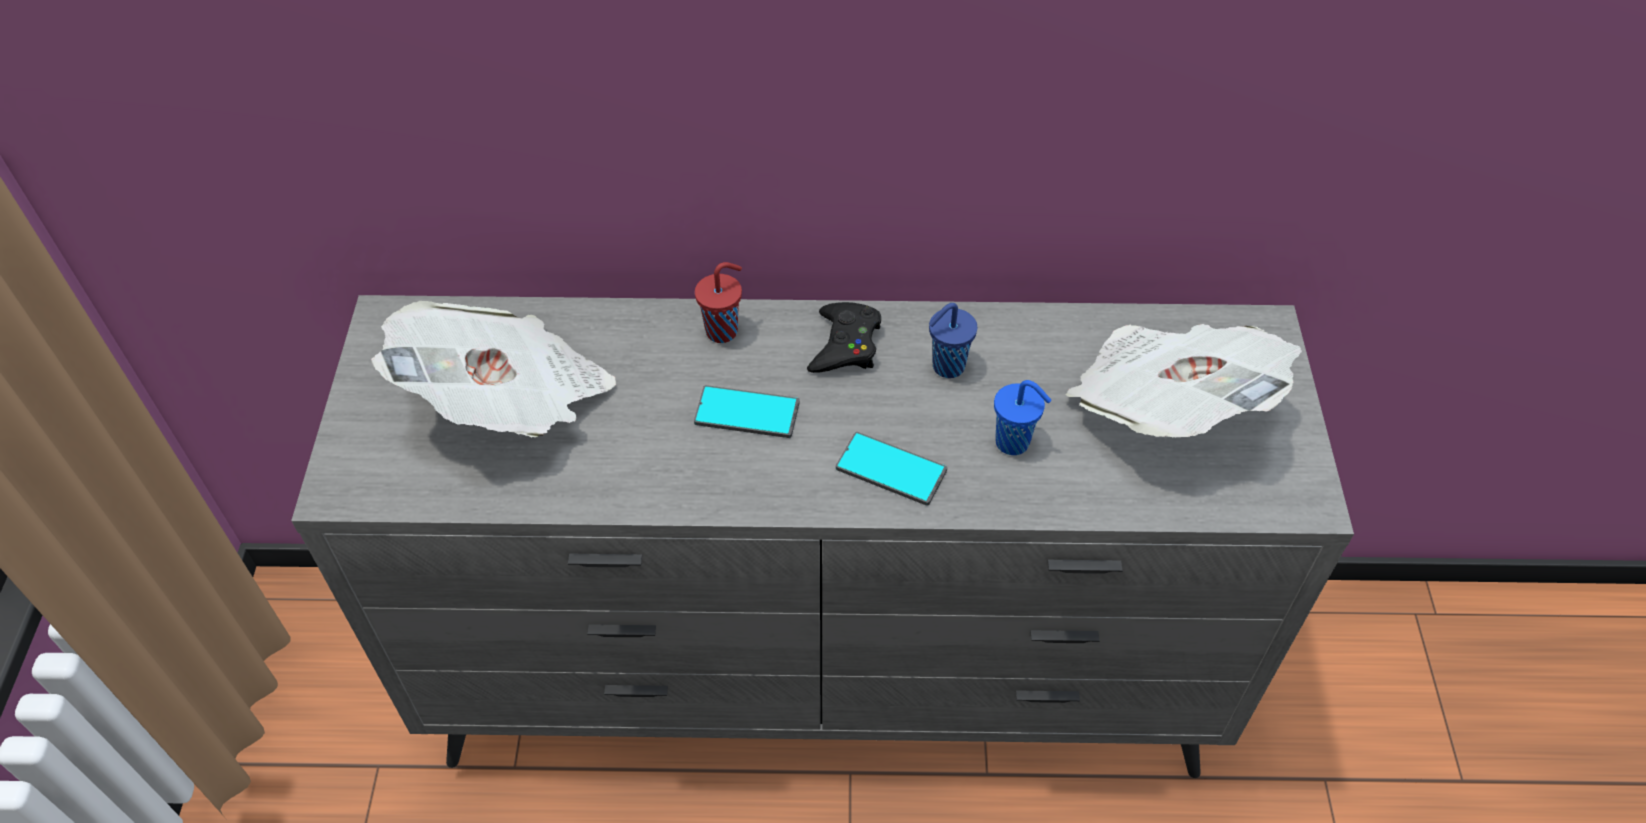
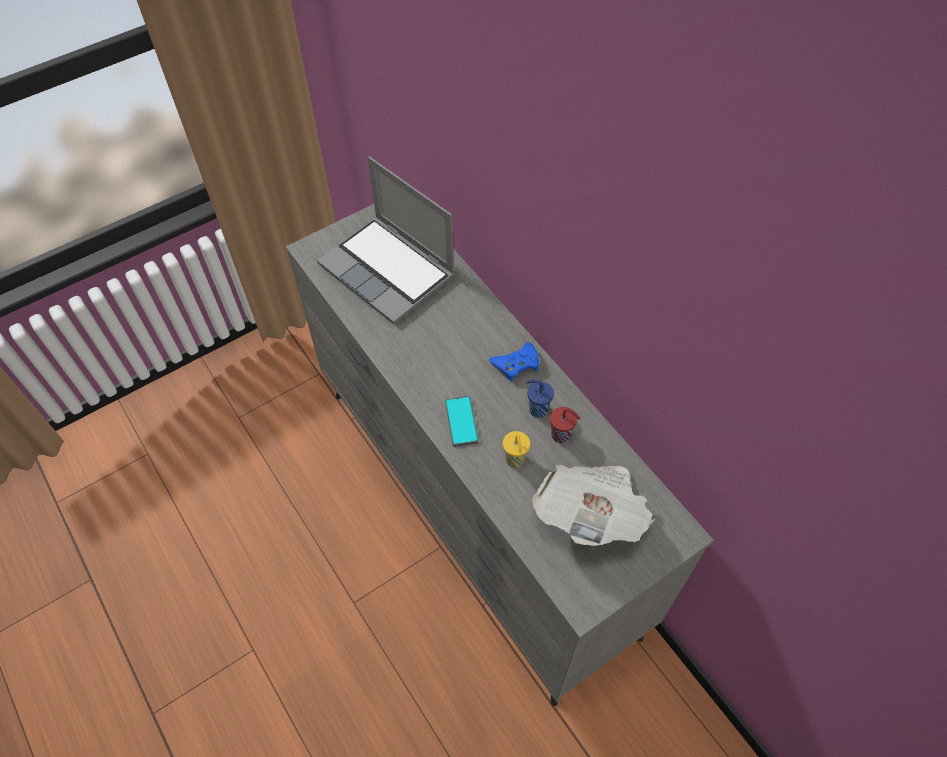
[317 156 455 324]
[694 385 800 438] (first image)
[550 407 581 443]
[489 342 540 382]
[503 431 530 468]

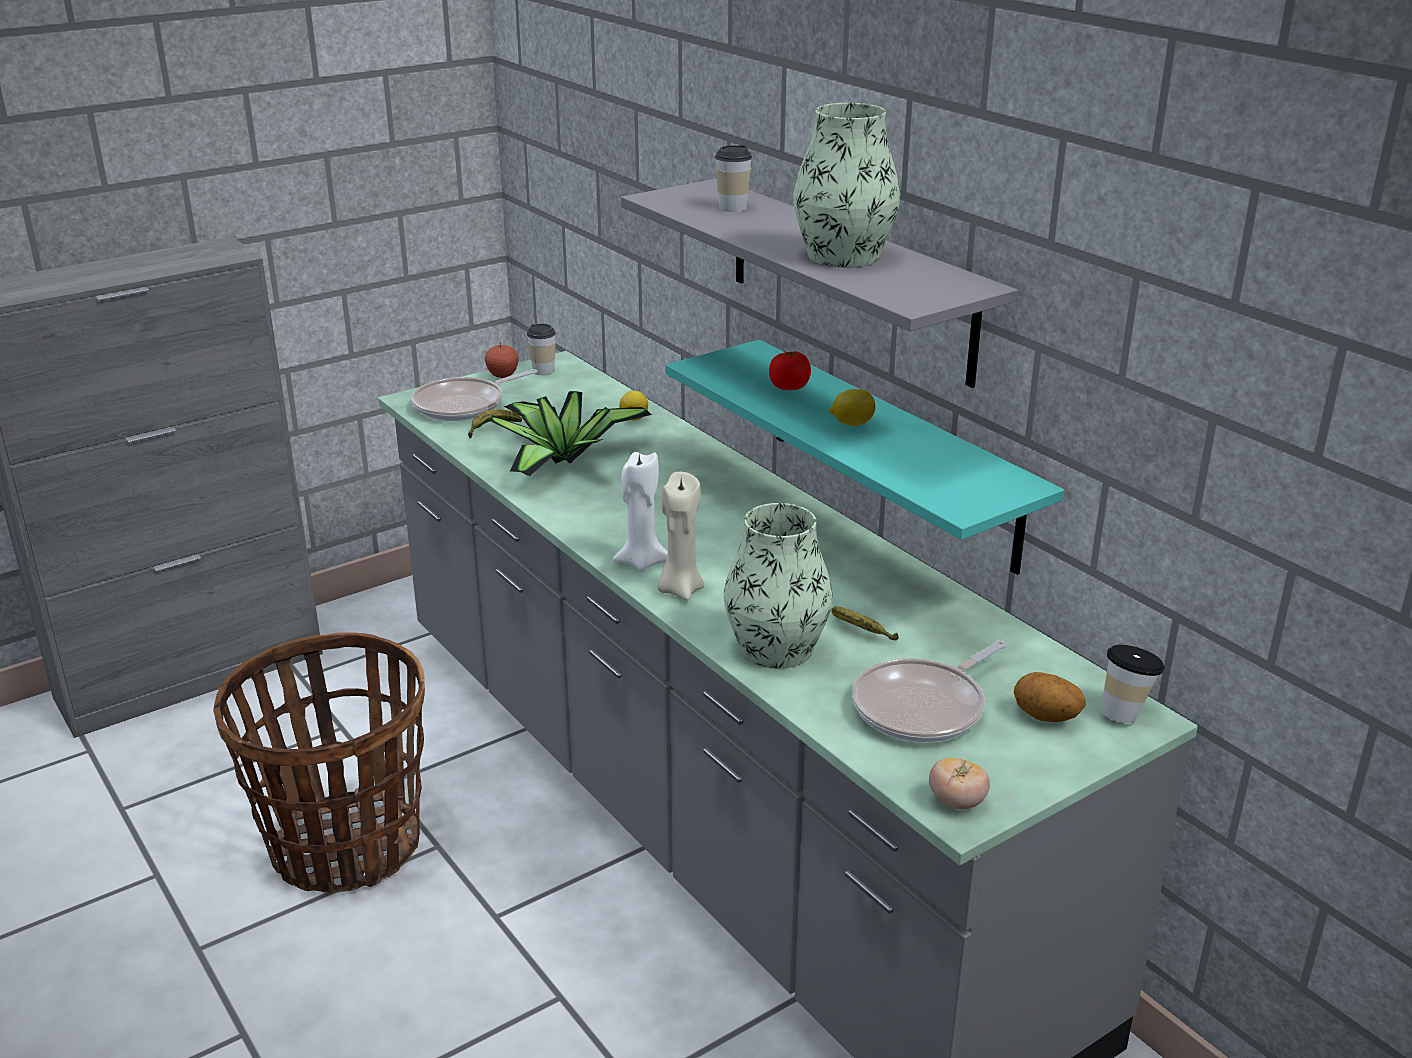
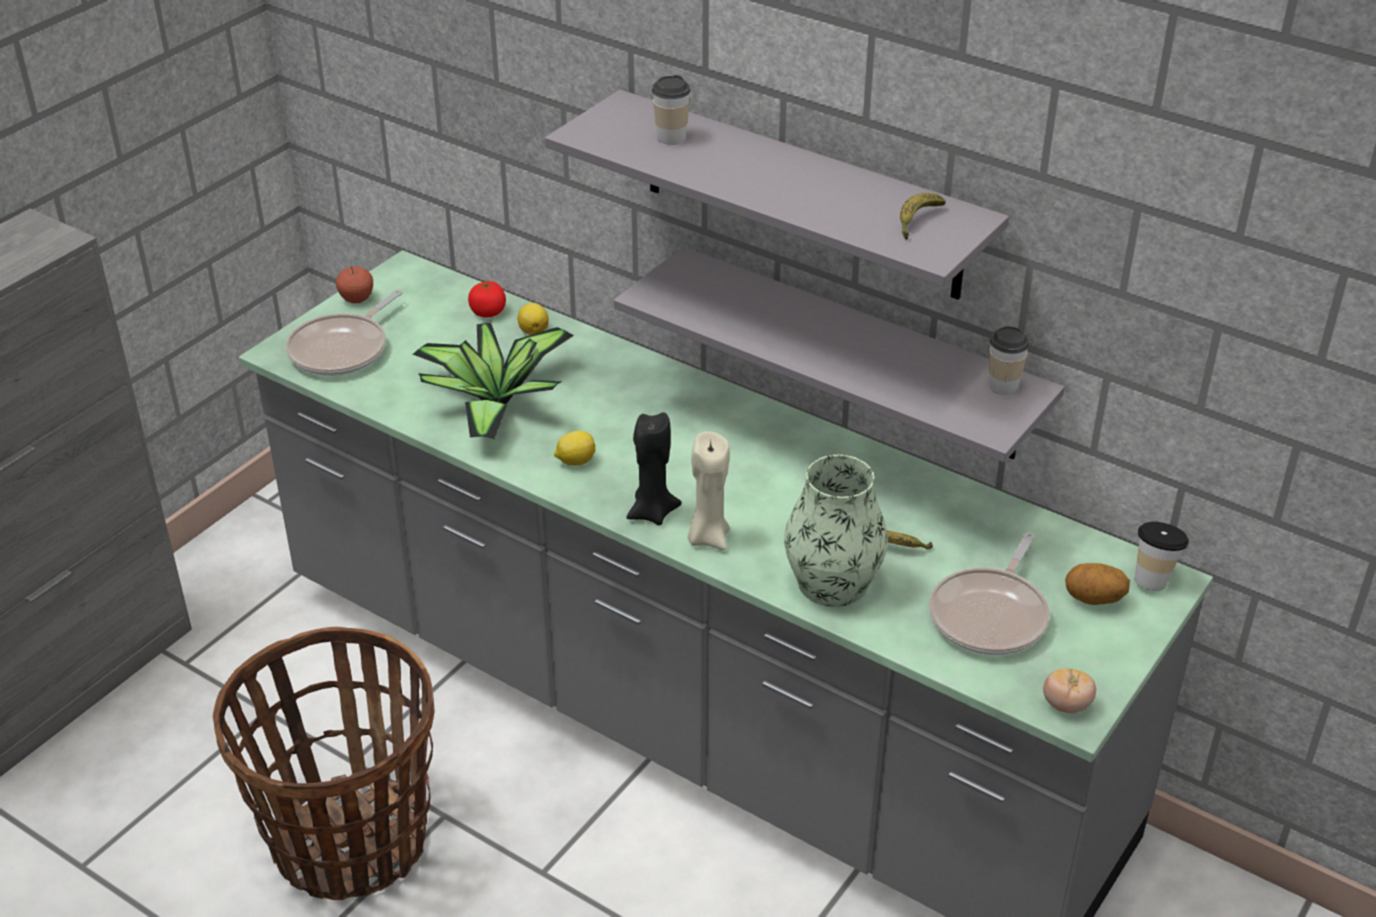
[900 193 946 240]
[989 326 1030 395]
[626 412 682 525]
[614 247 1065 462]
[468 280 506 318]
[793 103 900 267] (first image)
[554 431 595 466]

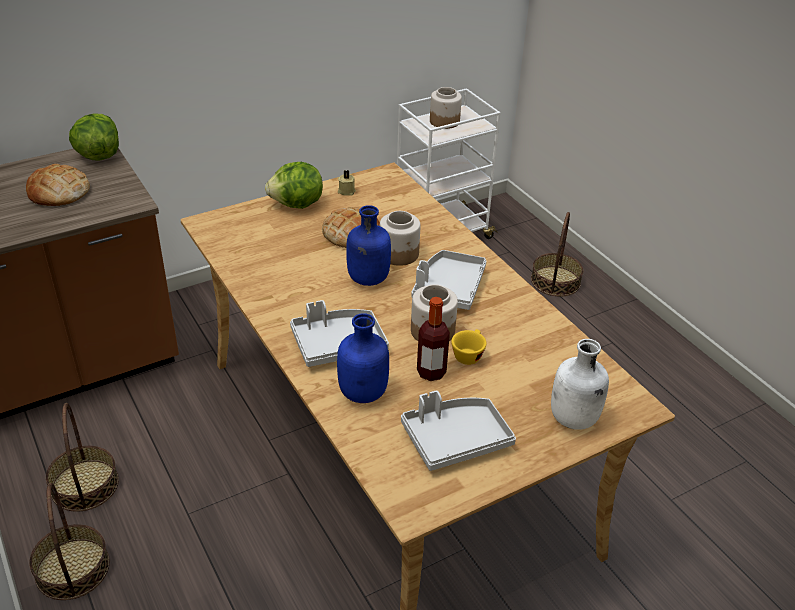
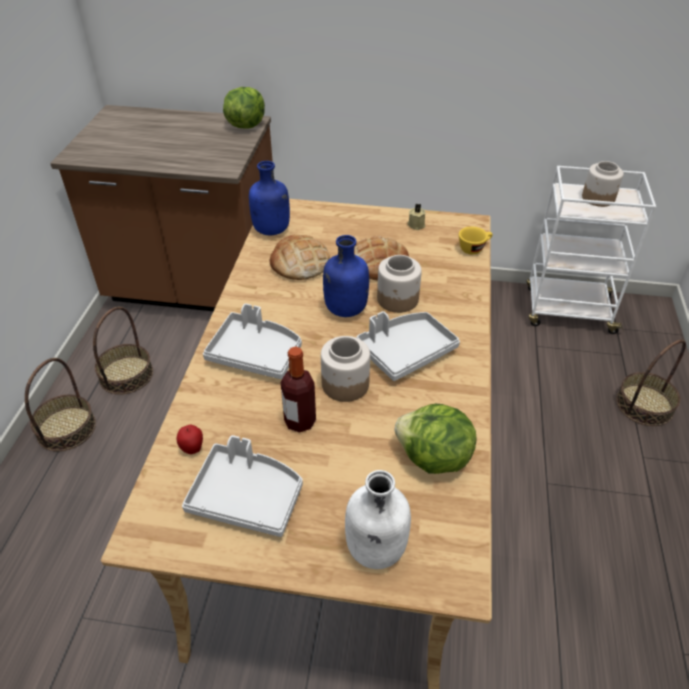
[270 235 330 280]
[394 404 477 474]
[249 161 290 235]
[459 227 493 255]
[177 425 203 454]

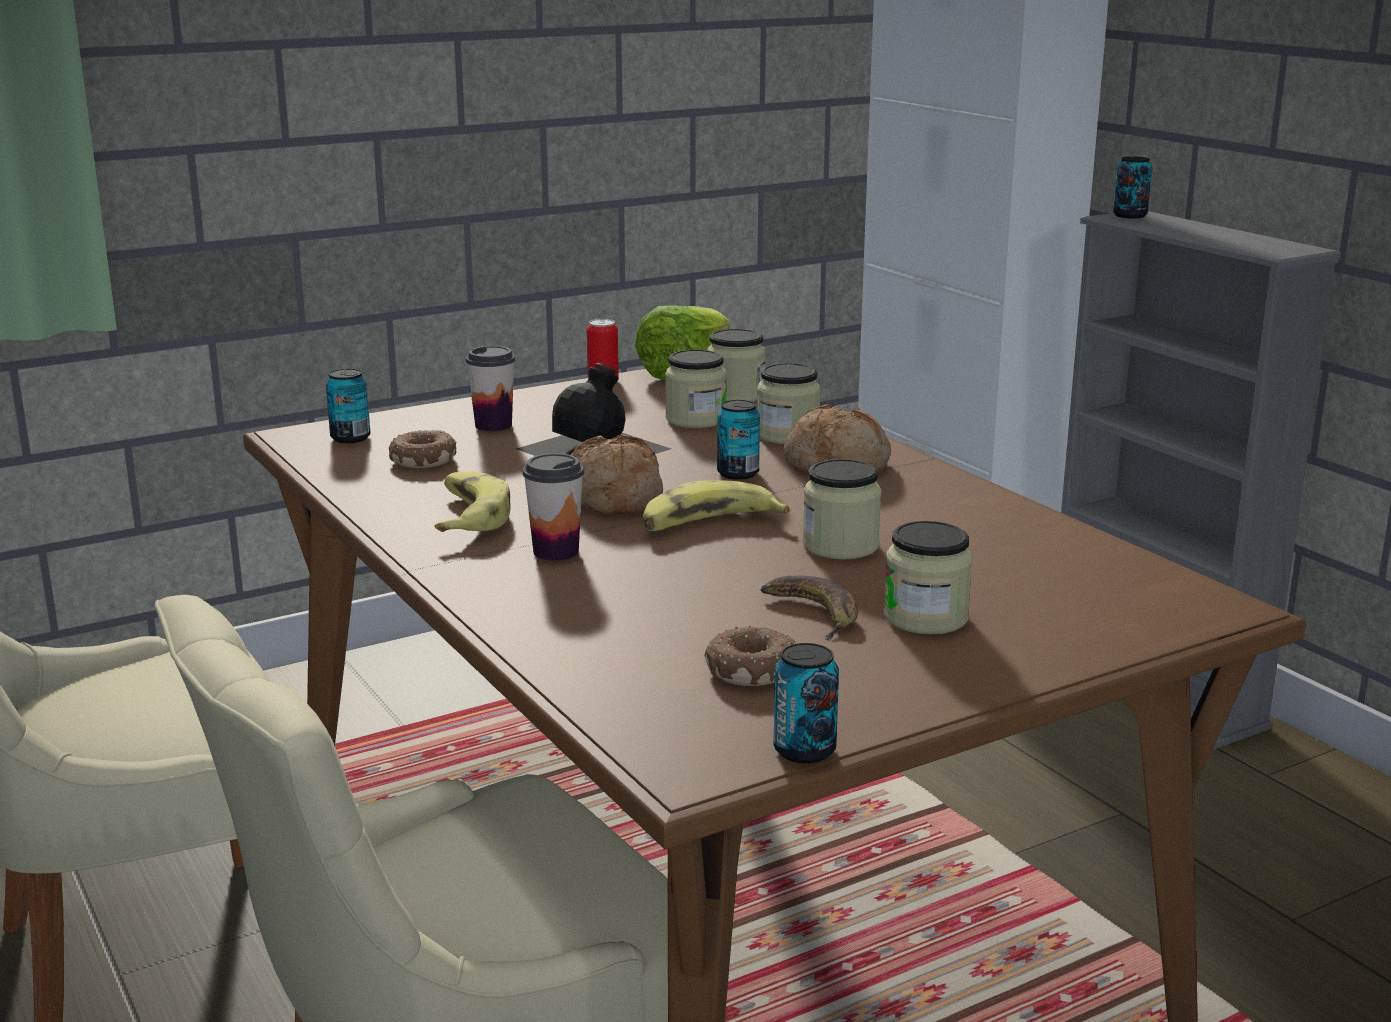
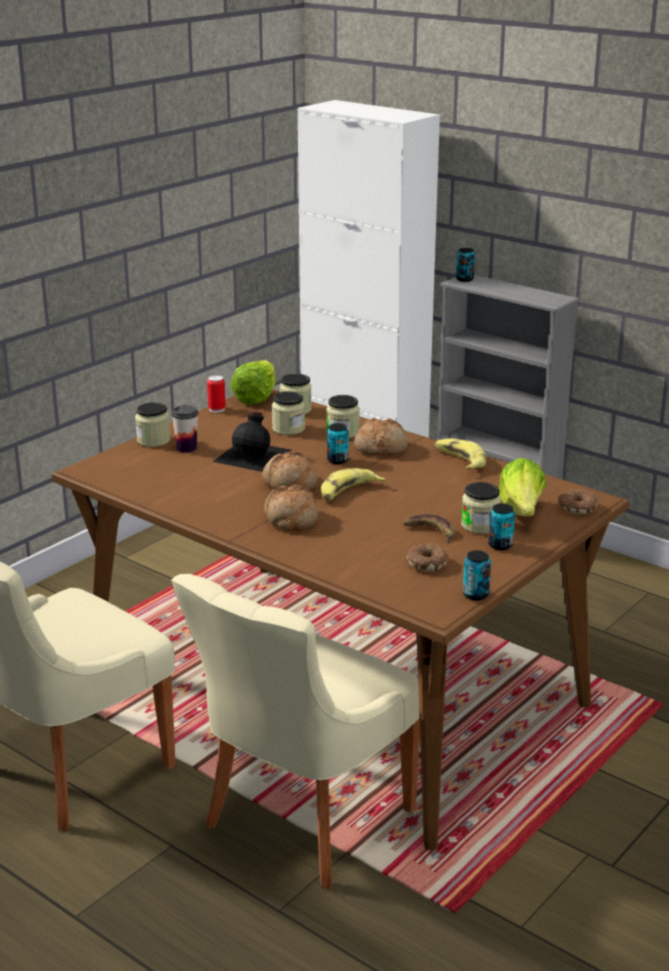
[488 503 515 550]
[558 489 598 515]
[434 438 486 471]
[264 485 318 531]
[135 402 170 447]
[499 458 546 517]

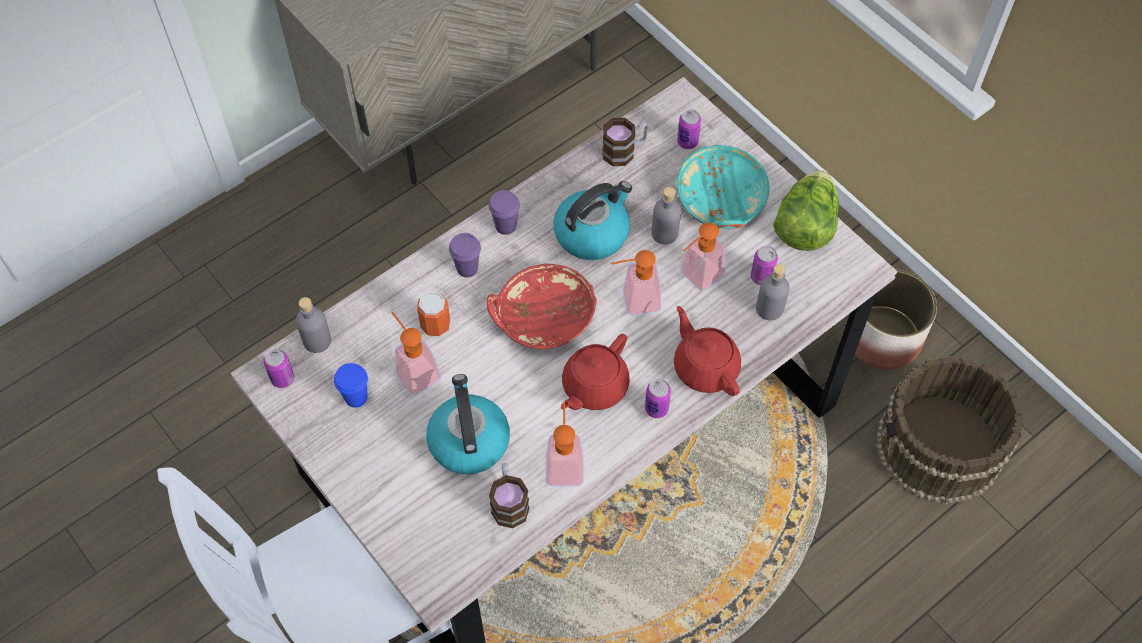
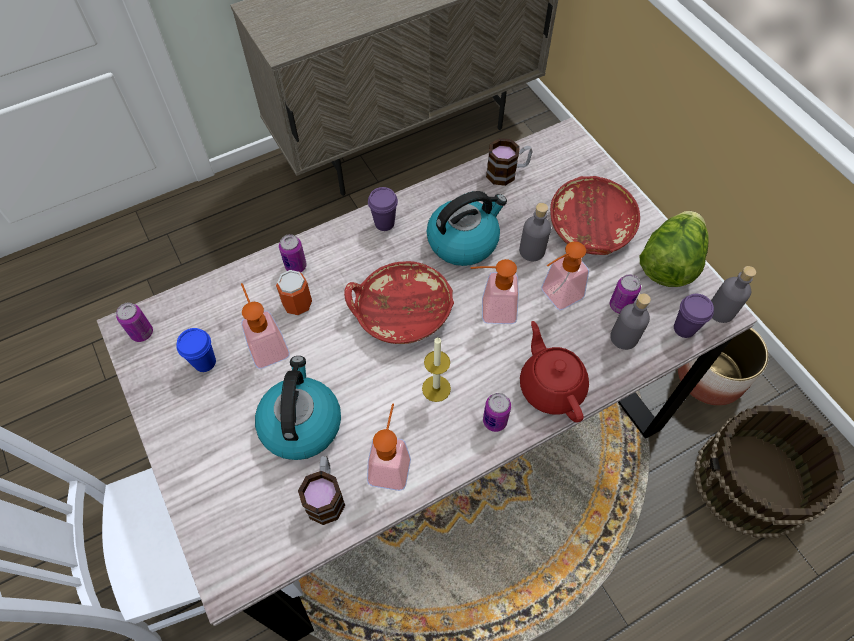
[711 266 756 323]
[674 294 714 338]
[422 337 451 402]
[550 176 640 255]
[279 234 307 273]

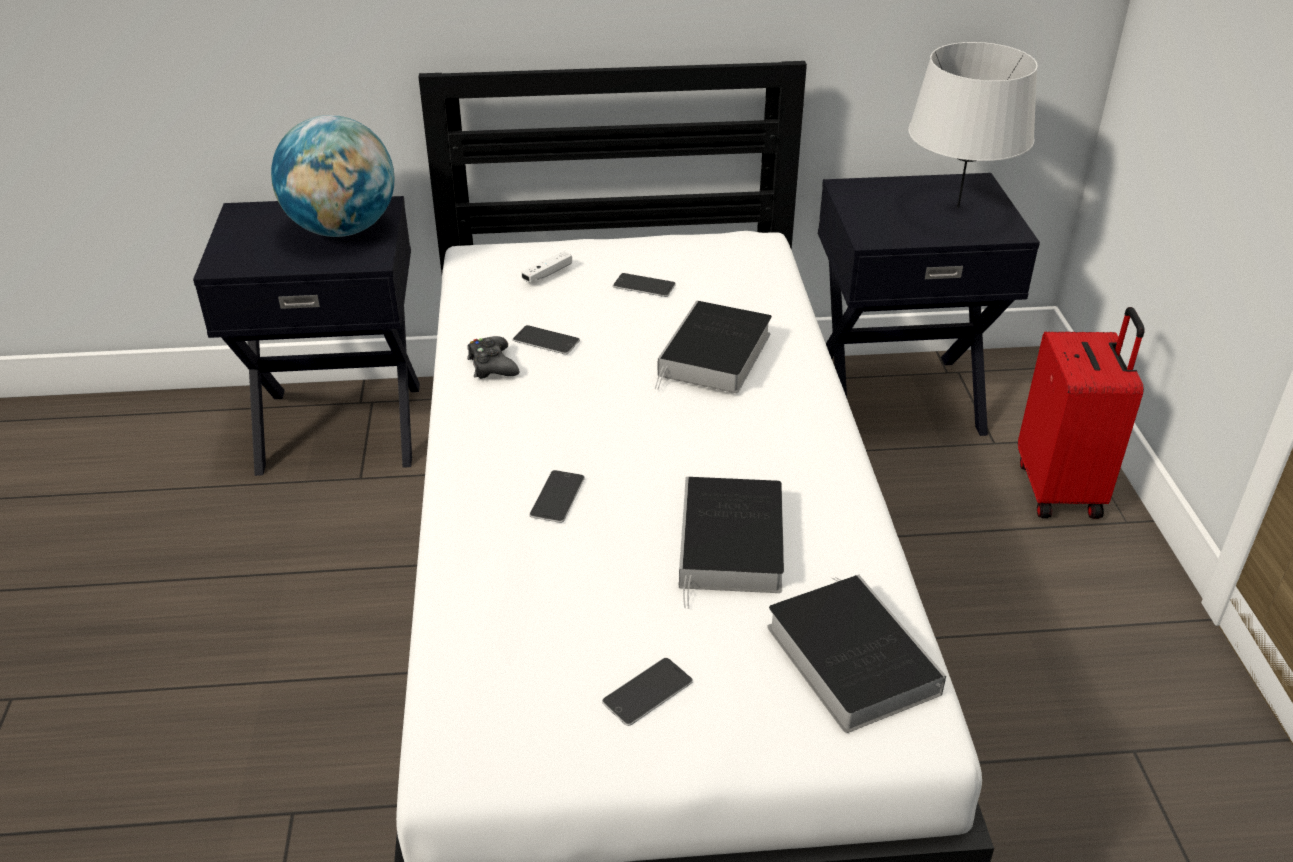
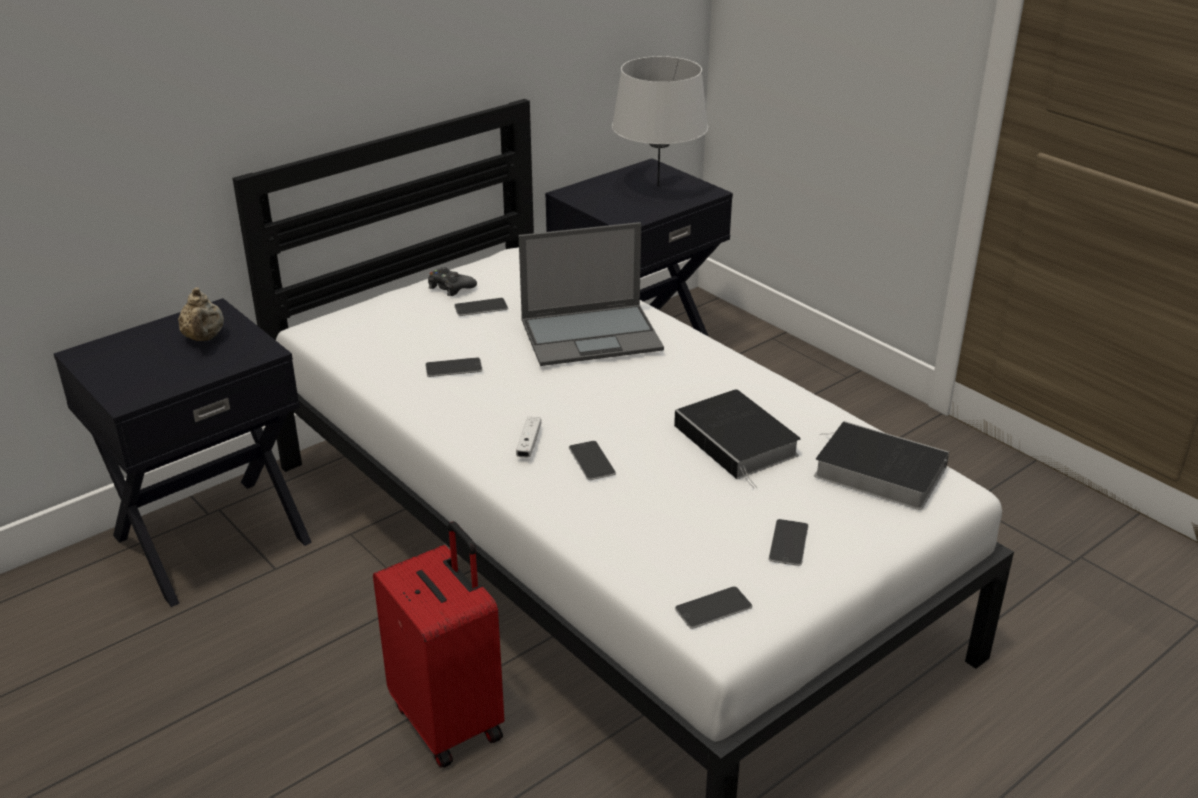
[178 287 224 341]
[428 267 477 296]
[516 417 541 458]
[519 222 664 366]
[373 521 504 768]
[675 586 752 629]

